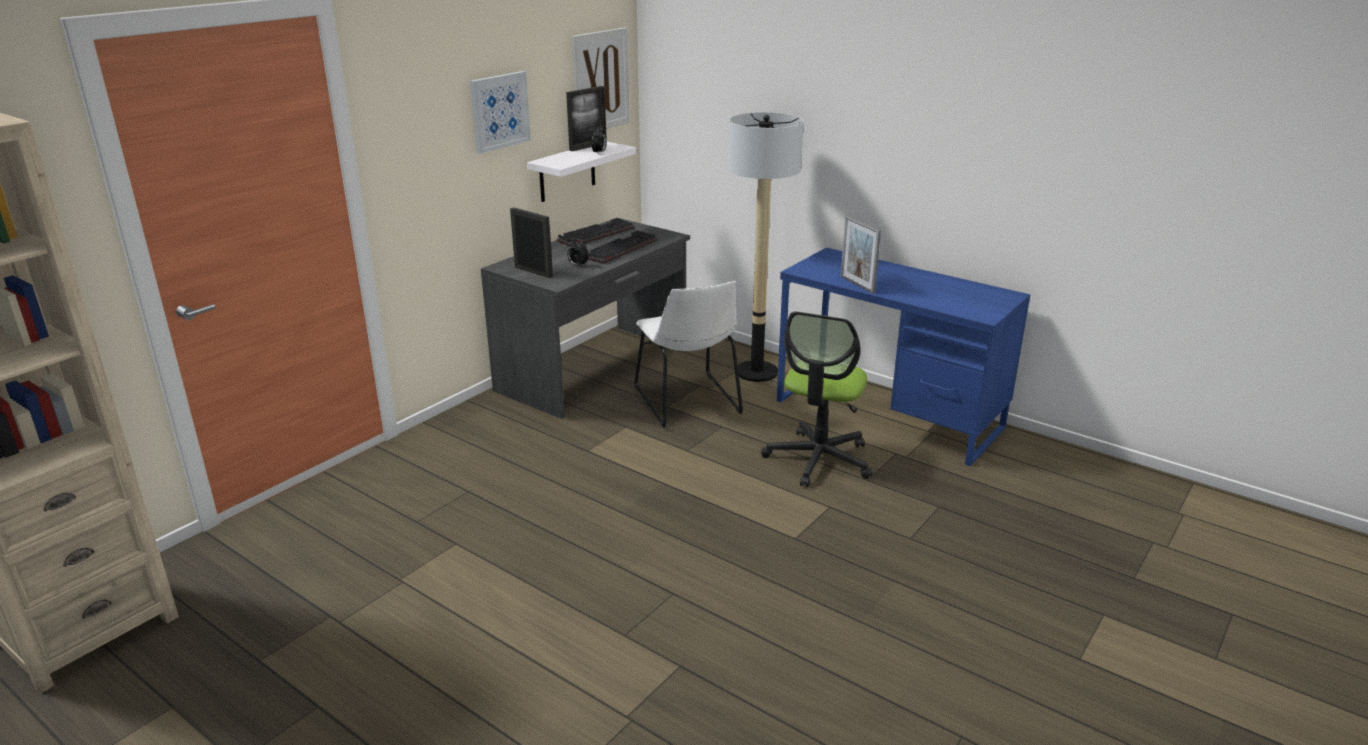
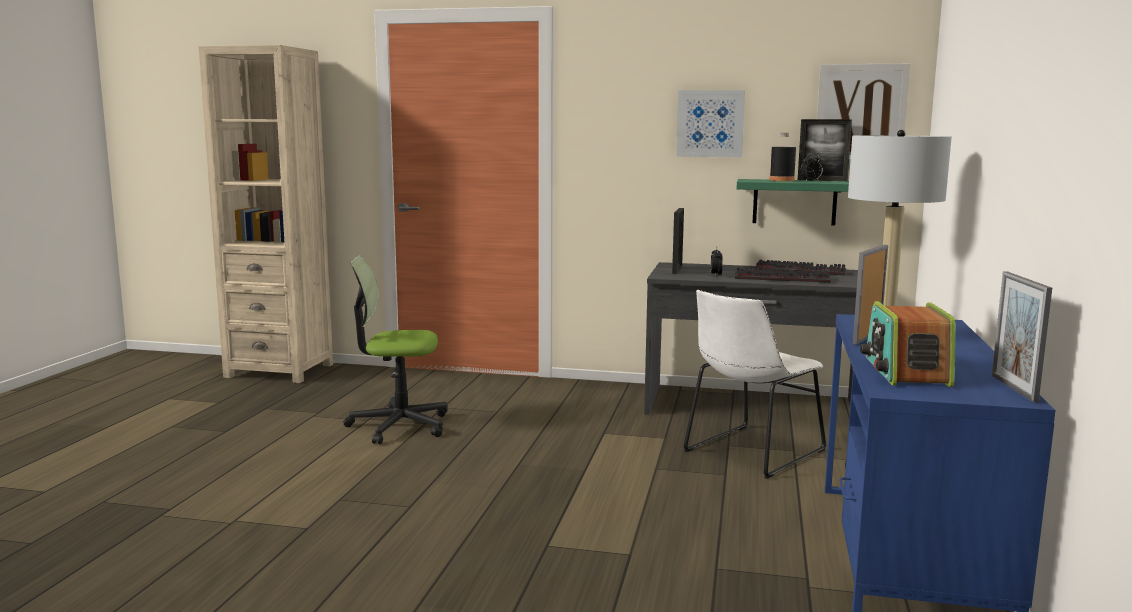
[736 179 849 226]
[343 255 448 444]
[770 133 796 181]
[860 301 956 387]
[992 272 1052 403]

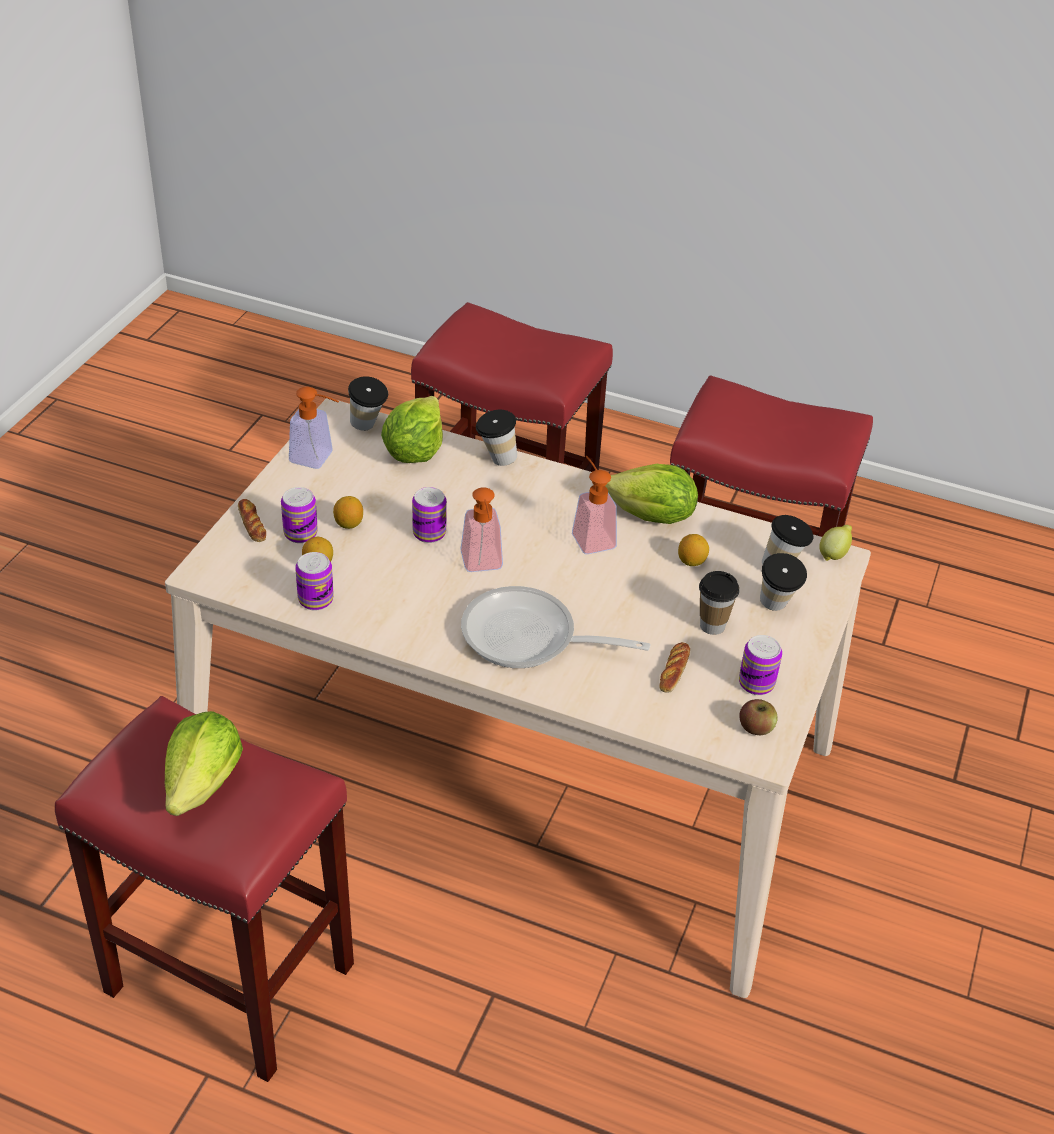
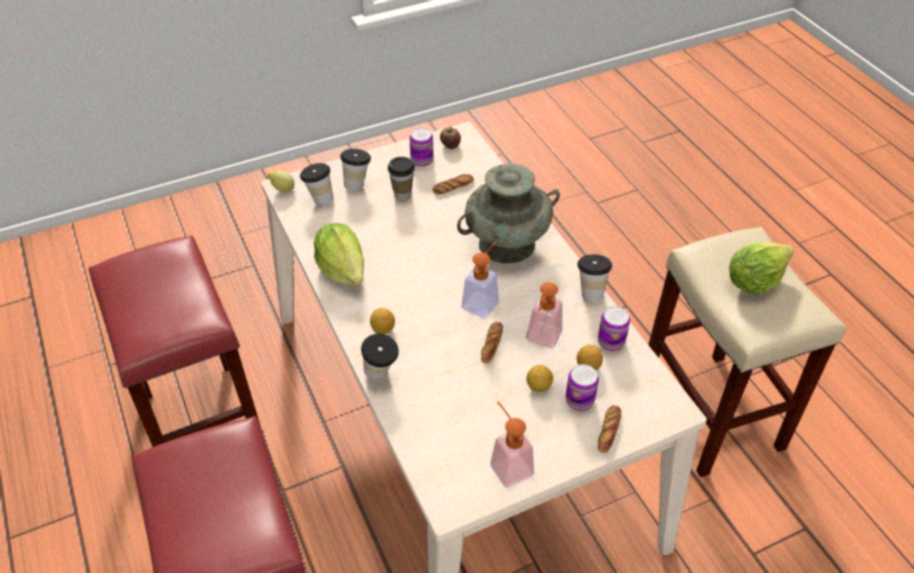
[648 227 846 477]
[577 254 612 302]
[381 396 443 463] (first image)
[481 322 503 364]
[457 163 560 264]
[526 282 563 348]
[370 308 395 334]

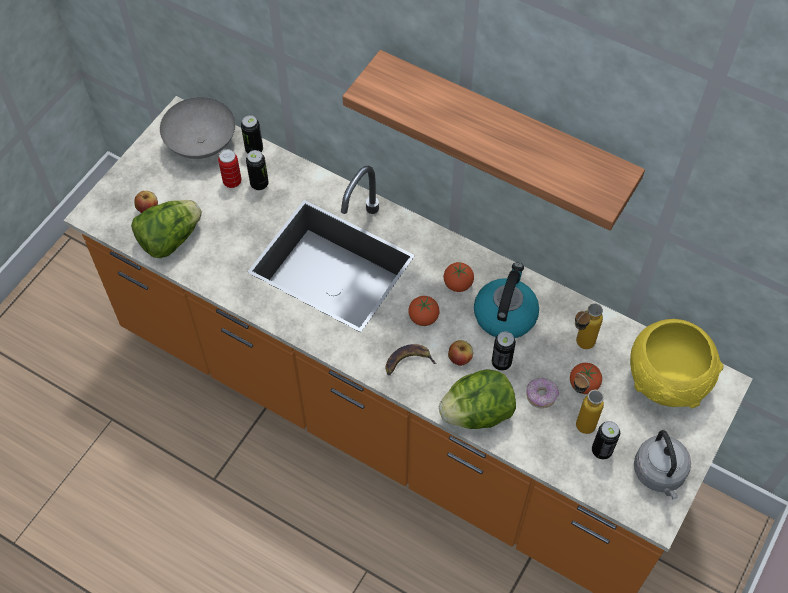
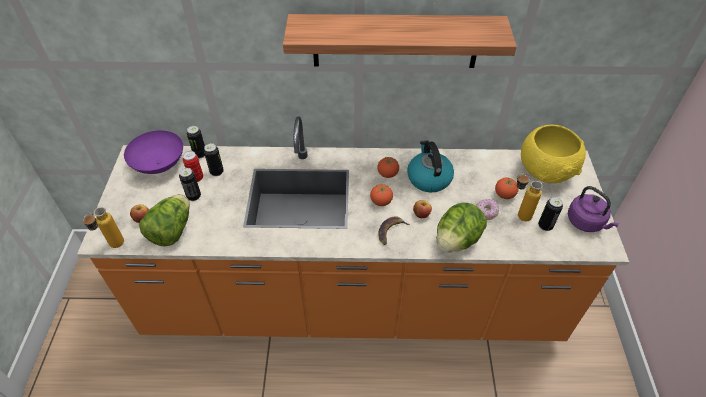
[124 130 183 174]
[179 168 201 201]
[83 207 124 248]
[568 186 619 232]

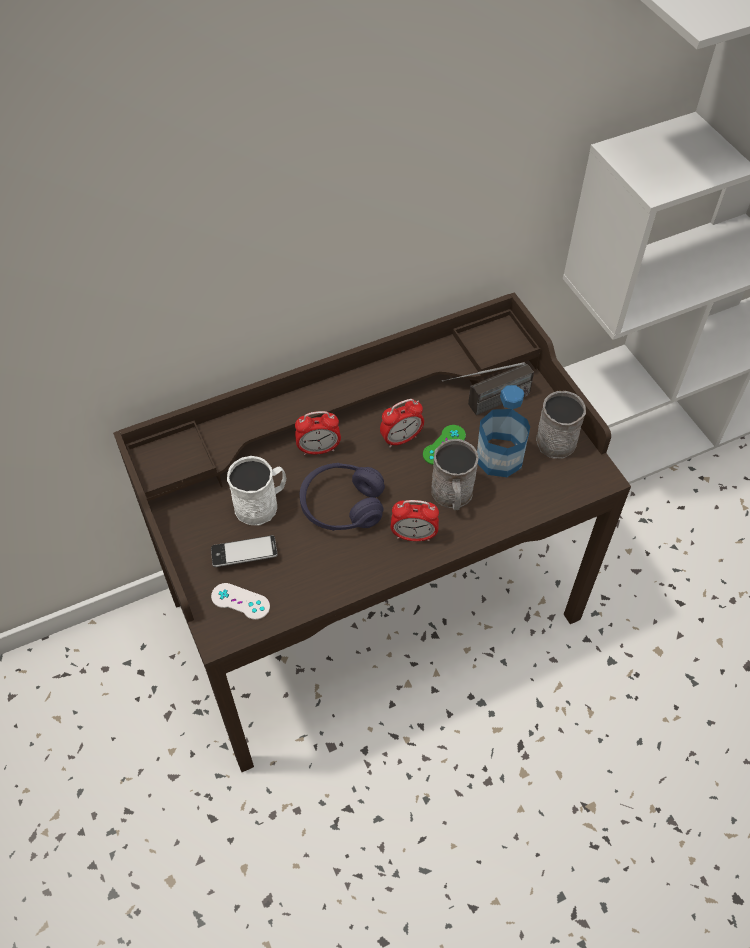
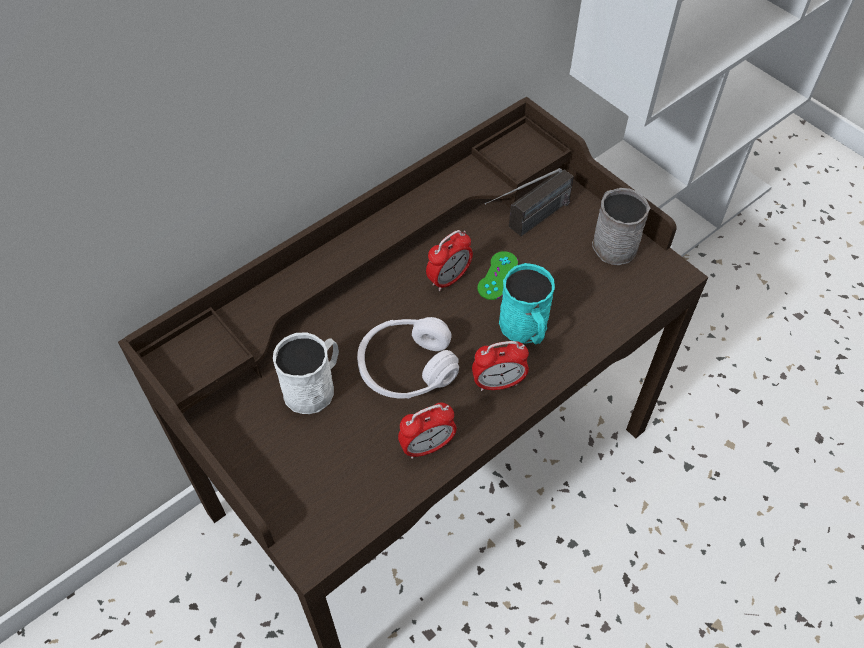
[211 535 278 567] (first image)
[211 583 270 620] (first image)
[398 402 457 459]
[357 317 459 399]
[499 263 555 344]
[477 385 530 477] (first image)

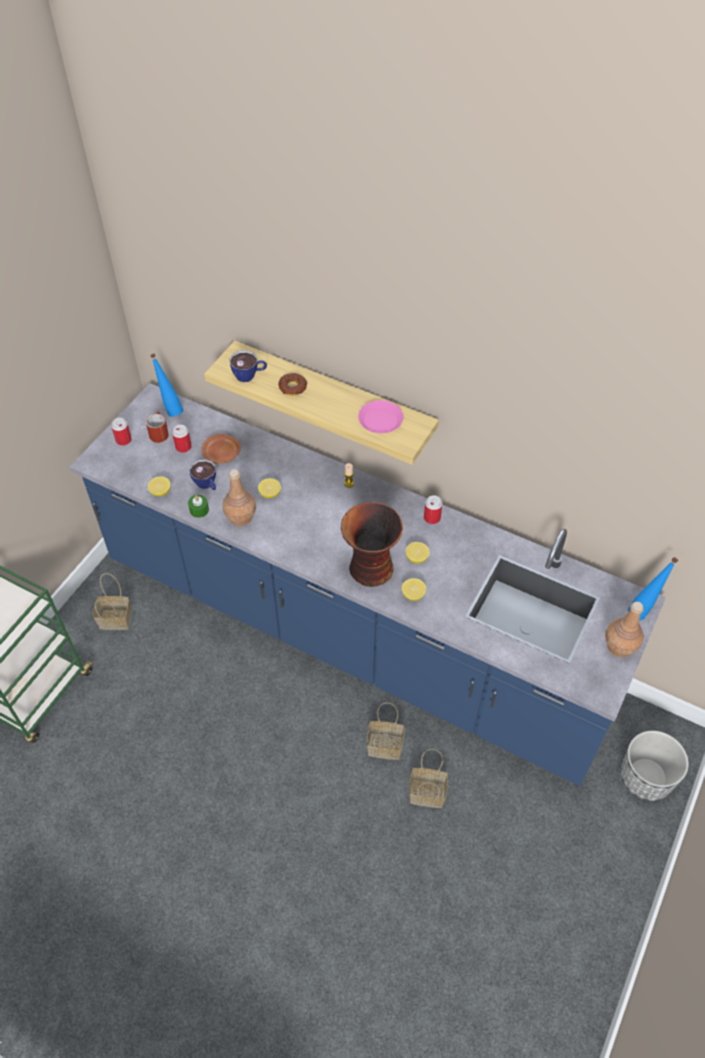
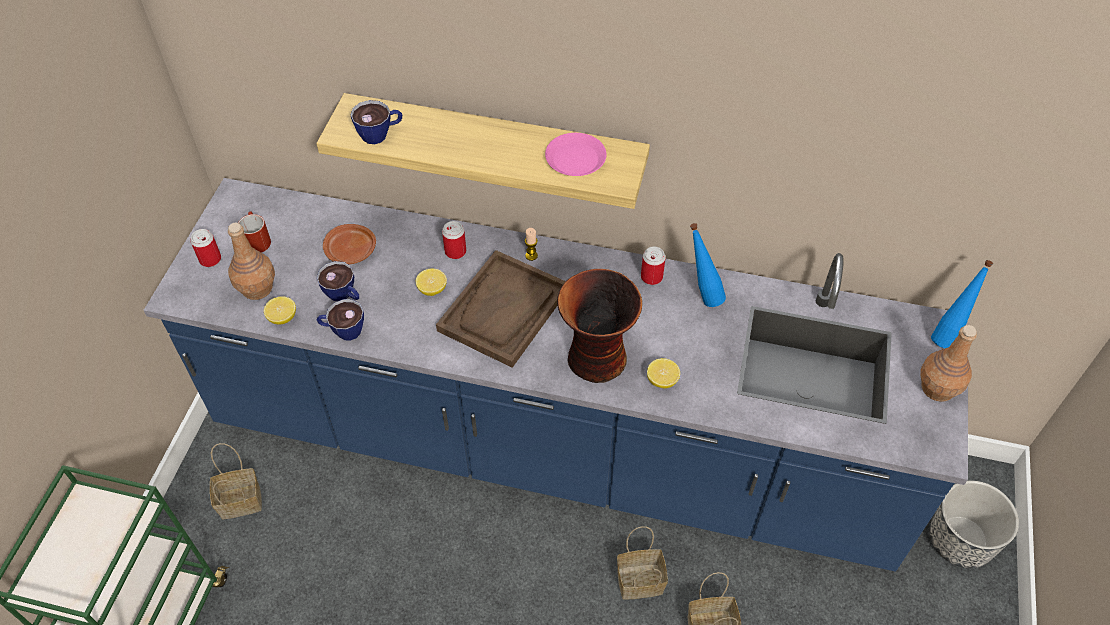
[690 223 726 307]
[442 221 466 259]
[317 299 364 341]
[228 223 275 300]
[278 373 307 396] (first image)
[405 542 430 564] (first image)
[436 250 566 368]

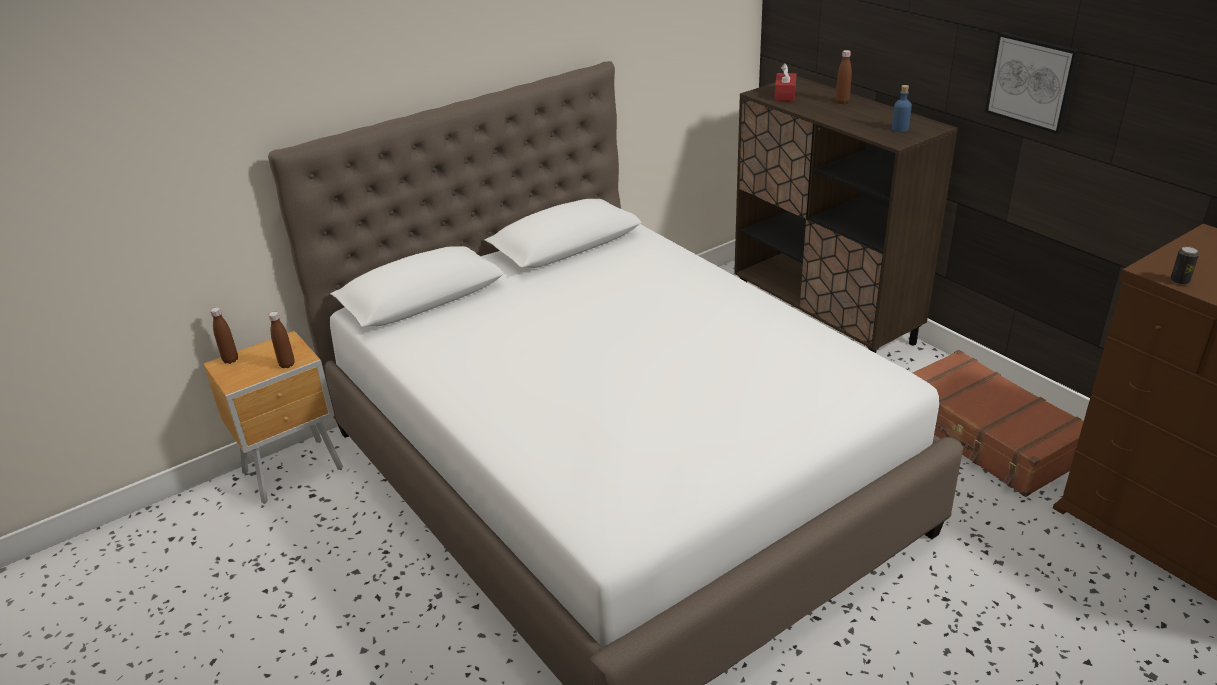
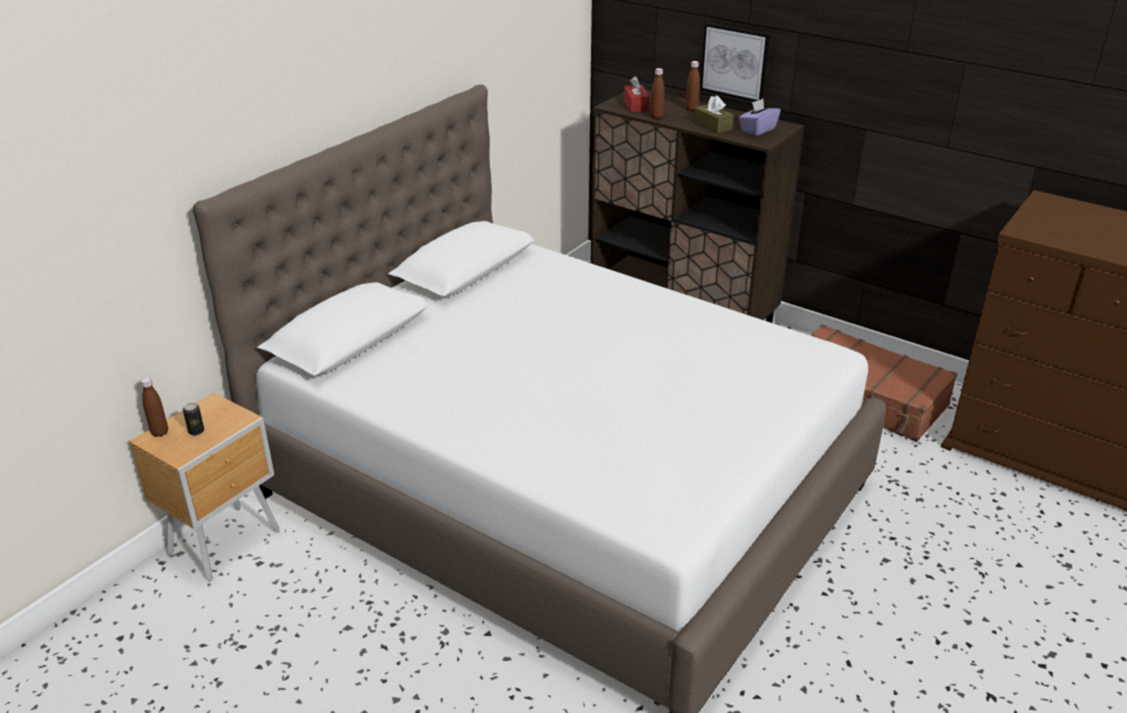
[650 68 665 119]
[739 99 781 136]
[700 23 771 102]
[183 403 204 435]
[694 95 733 134]

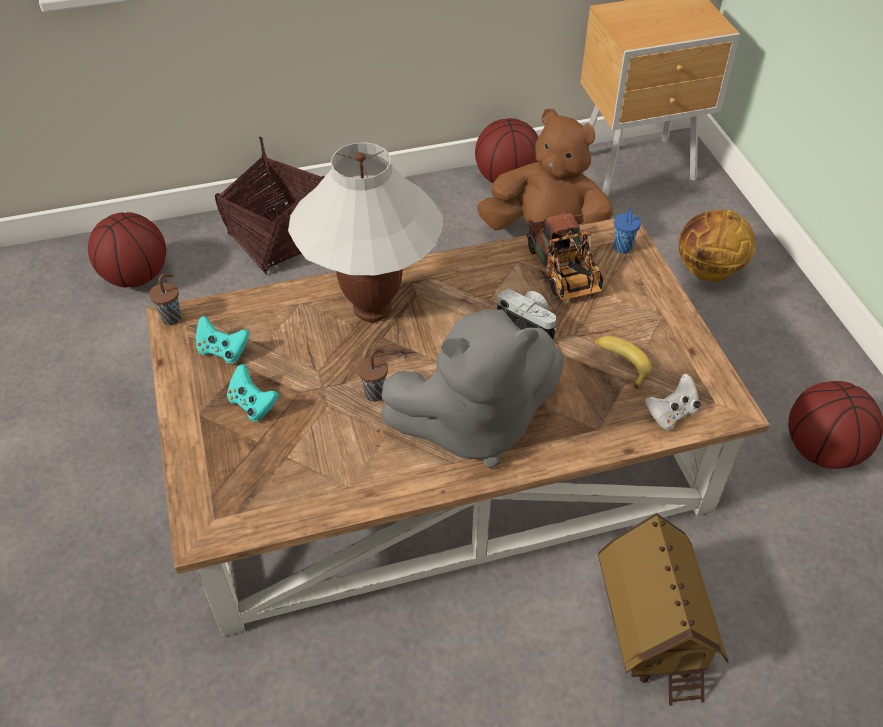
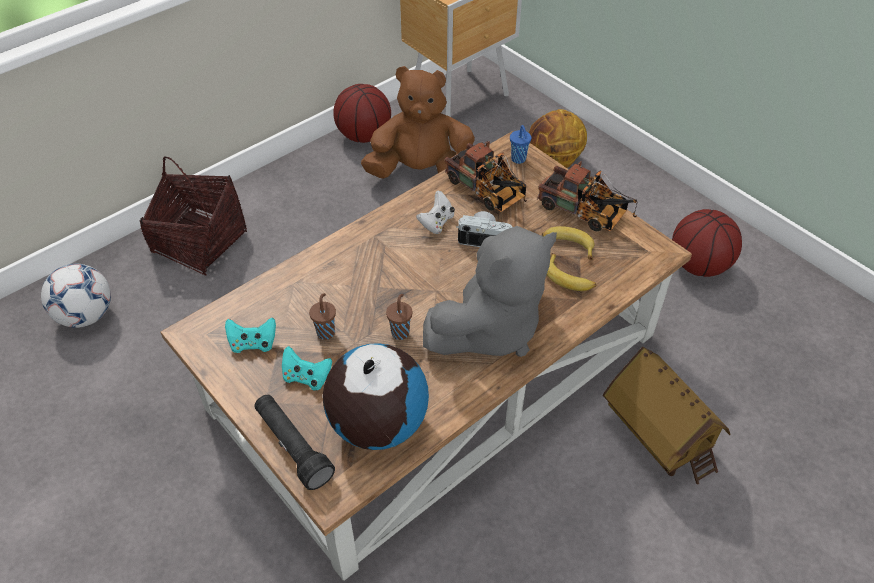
[41 264 111 328]
[309 293 336 340]
[288 143 443 322] (first image)
[416 191 455 234]
[254 395 335 490]
[323 343 429 450]
[537 161 637 232]
[547 253 596 291]

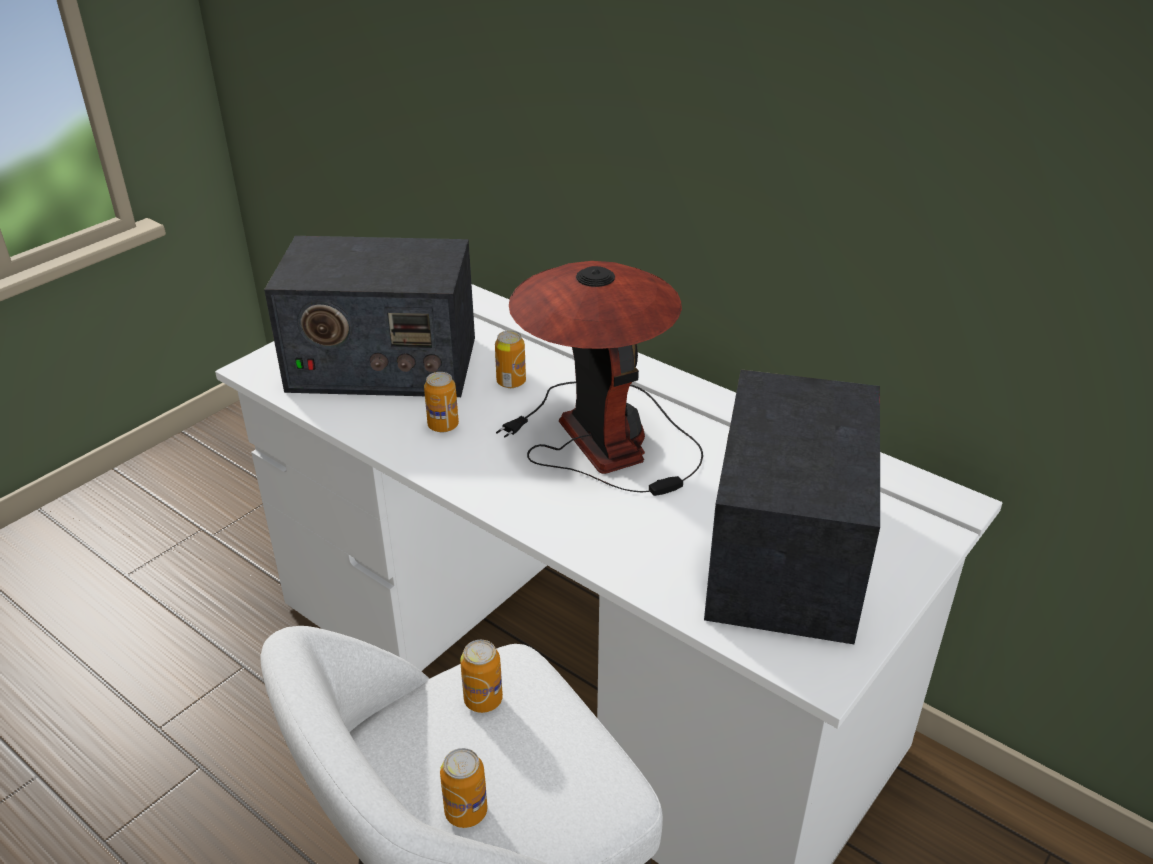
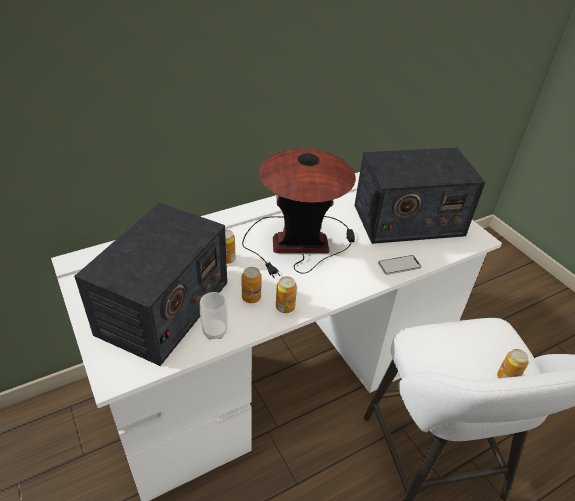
[276 276 297 313]
[354 147 485 244]
[200 292 228 340]
[378 255 421 275]

